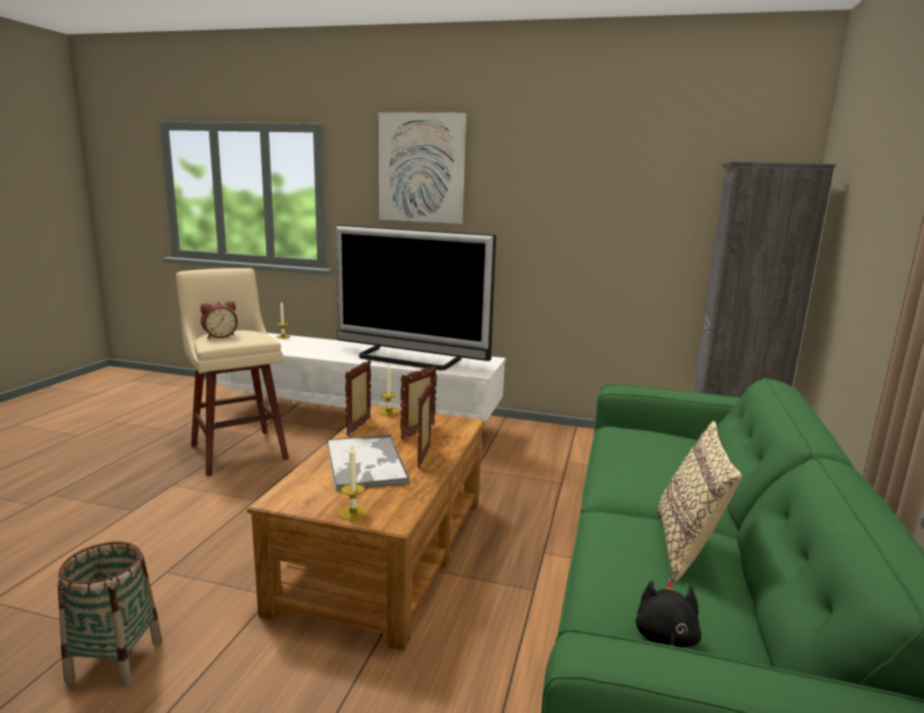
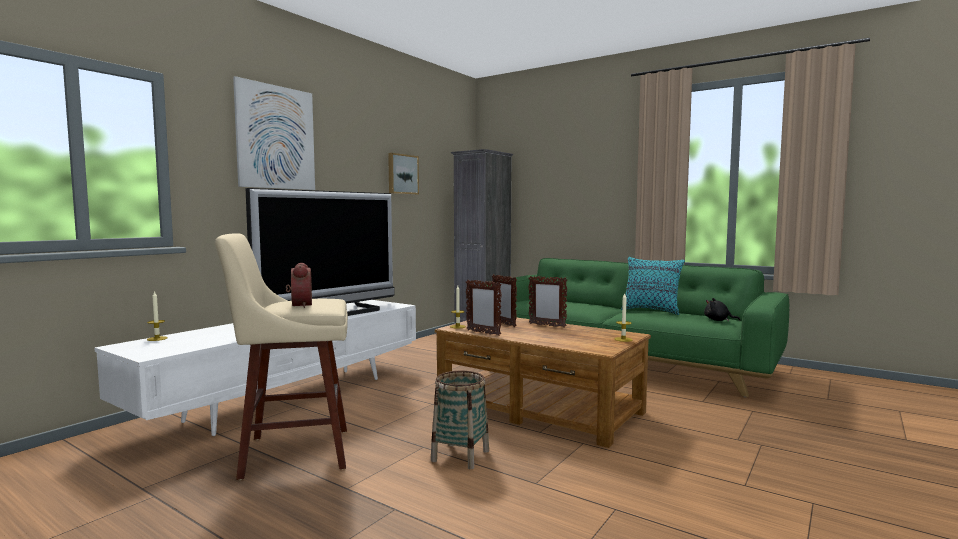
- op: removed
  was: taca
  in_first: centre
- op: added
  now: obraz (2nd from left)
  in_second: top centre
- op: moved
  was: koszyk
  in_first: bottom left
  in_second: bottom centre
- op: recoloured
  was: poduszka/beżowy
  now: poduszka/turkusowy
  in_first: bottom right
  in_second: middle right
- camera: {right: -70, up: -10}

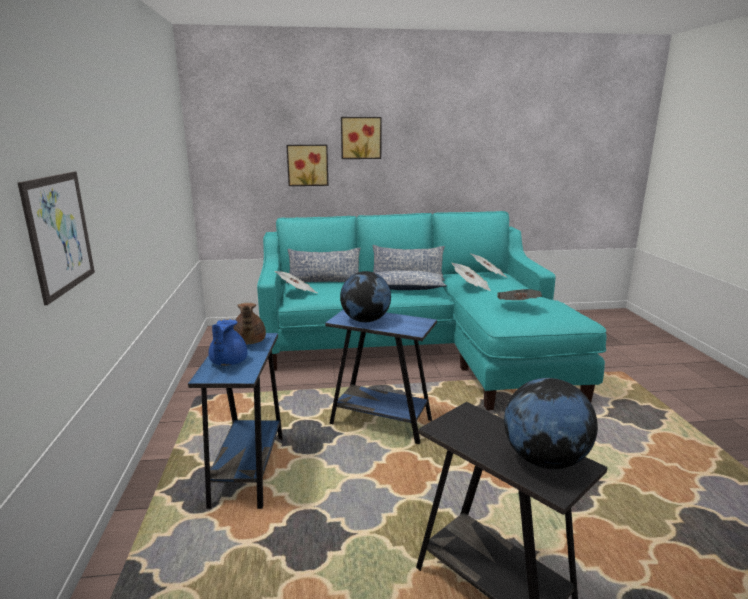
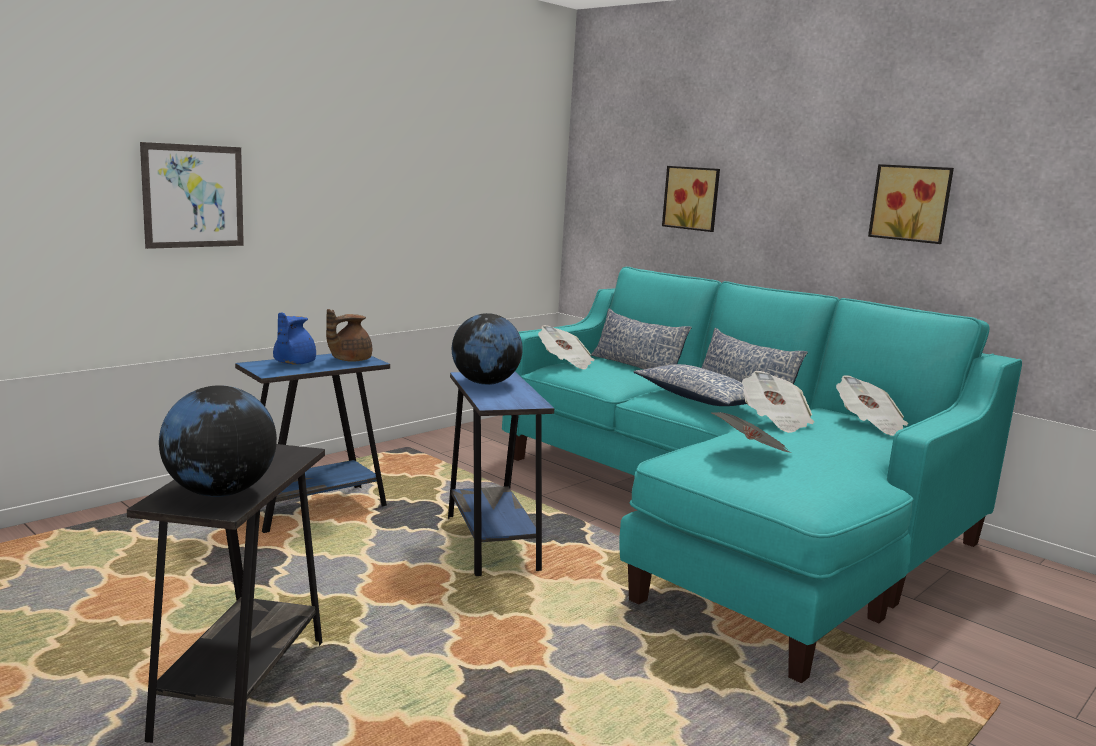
- op: moved
  was: obraz (3rd from left)
  in_first: top centre
  in_second: top right
- op: turned
  was: imbryk/niebieski
  in_first: middle left
  in_second: middle left
  clockwise: -45
- camera: {right: 50, up: -5}

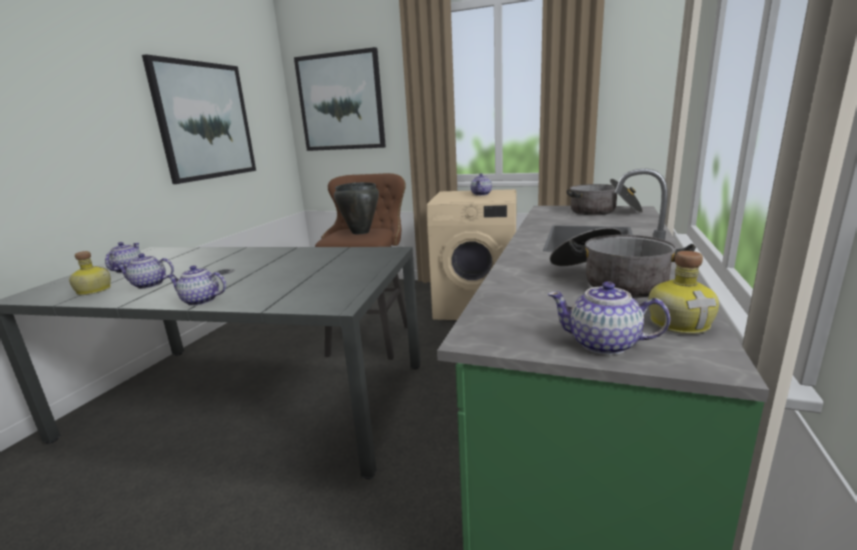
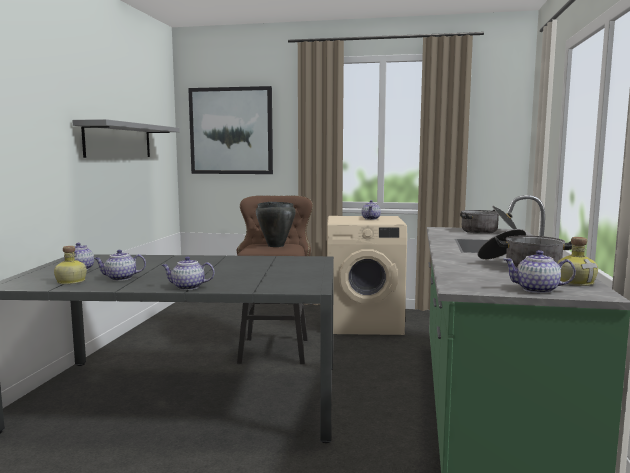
- op: replaced
  was: obraz (1st from left)
  now: półka/szary
  in_first: top left
  in_second: top left
- camera: {right: -10, up: -10}

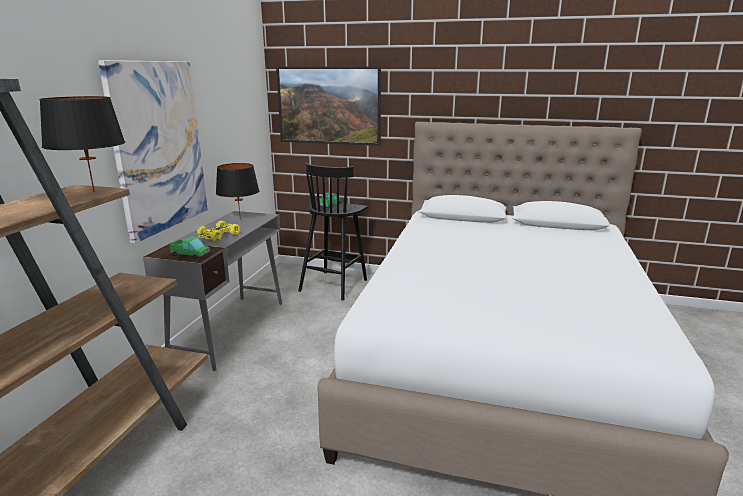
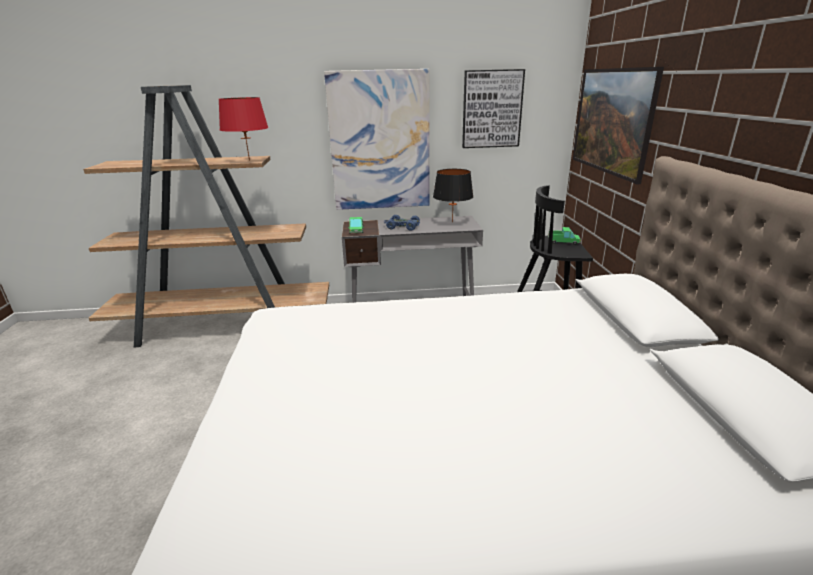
- op: added
  now: obraz (2nd from left)
  in_second: top centre
- op: recoloured
  was: lampa stołowa/czarny (1st from left)
  now: lampa stołowa/czerwony
  in_first: top left
  in_second: top left
- op: recoloured
  was: samochodzik/żółty
  now: samochodzik/niebieski
  in_first: middle left
  in_second: centre
- camera: {right: 70, up: 5}

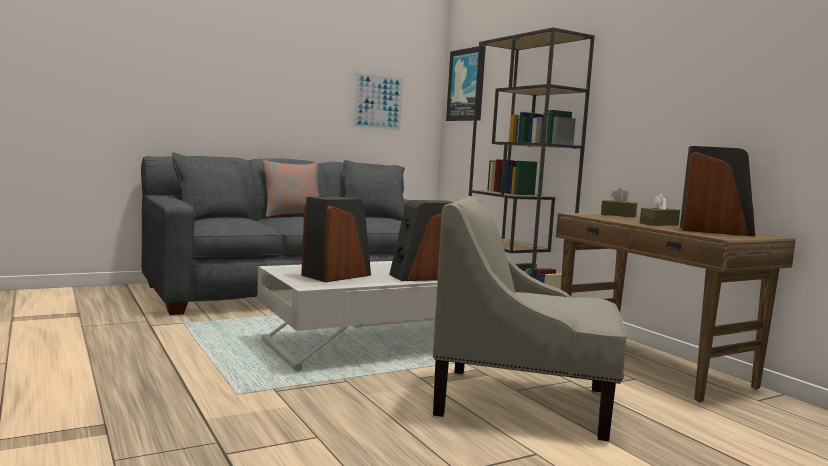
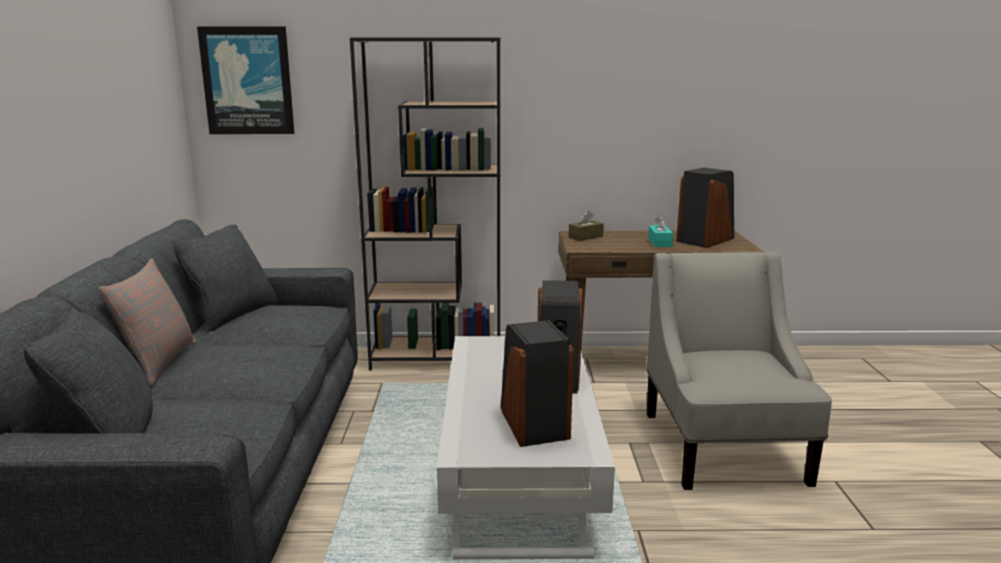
- op: removed
  was: obraz (1st from left)
  in_first: top centre
- op: recoloured
  was: pudełko chusteczek/brązowy (2nd from left)
  now: pudełko chusteczek/turkusowy
  in_first: middle right
  in_second: centre
- op: turned
  was: fotel/szary
  in_first: bottom centre
  in_second: middle right
  clockwise: 135
- camera: {right: -60, up: 10}

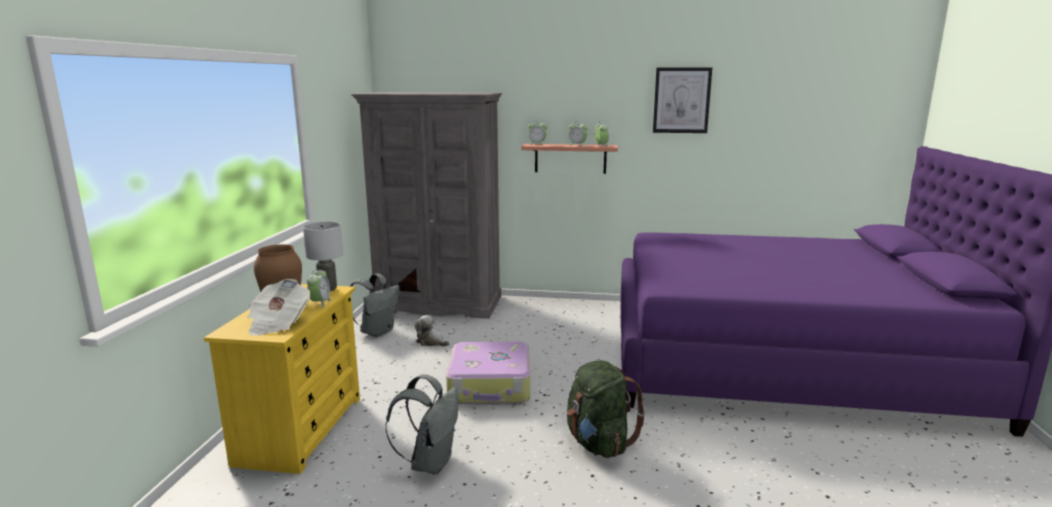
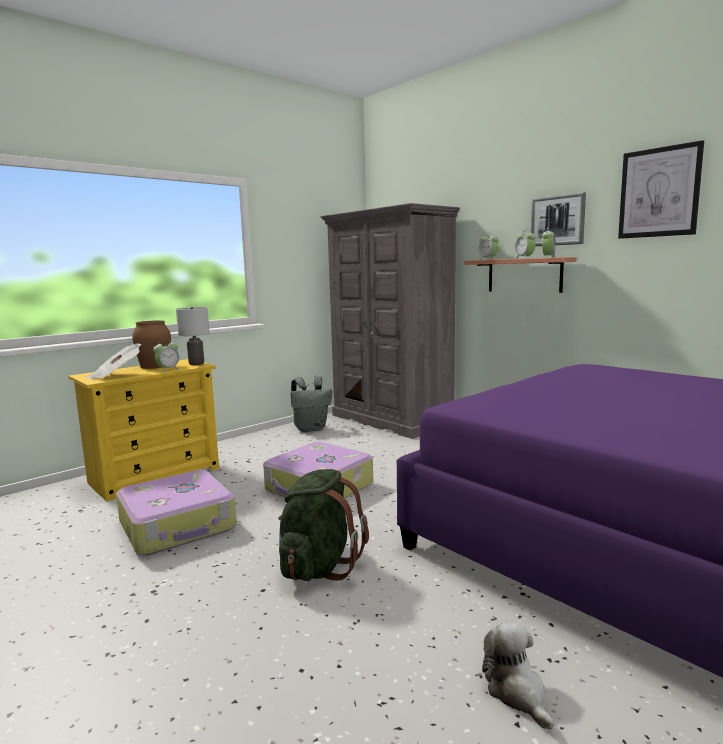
- op: added
  now: obraz (1st from left)
  in_second: top right
- op: moved
  was: pluszak
  in_first: centre
  in_second: bottom right
- op: replaced
  was: plecak/szary (2nd from left)
  now: walizka (1st from left)
  in_first: bottom centre
  in_second: bottom left
- camera: {right: 40, up: -5}

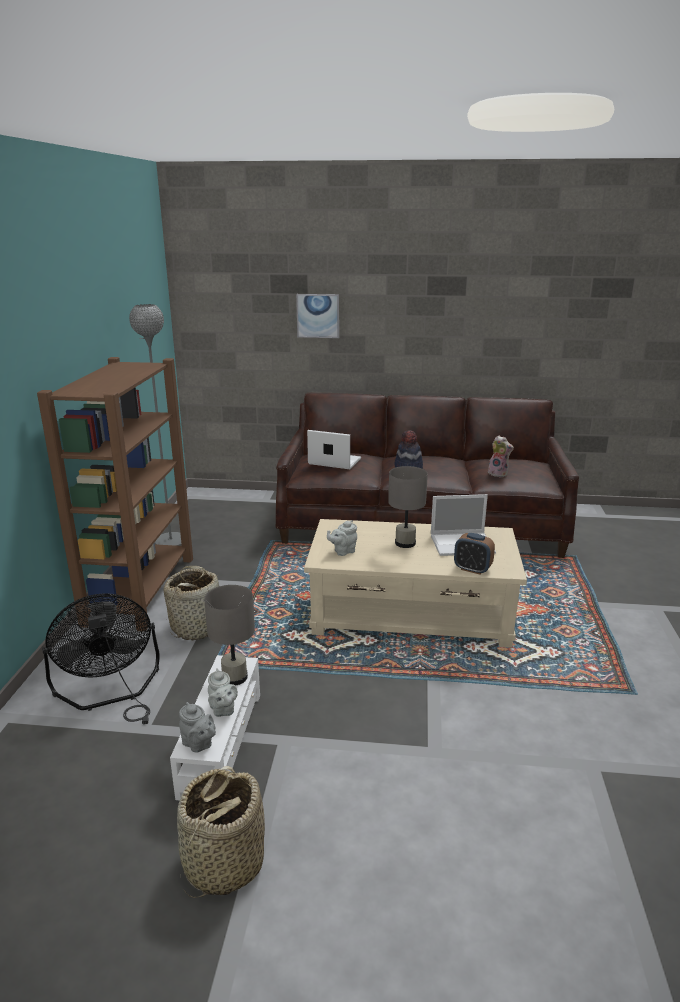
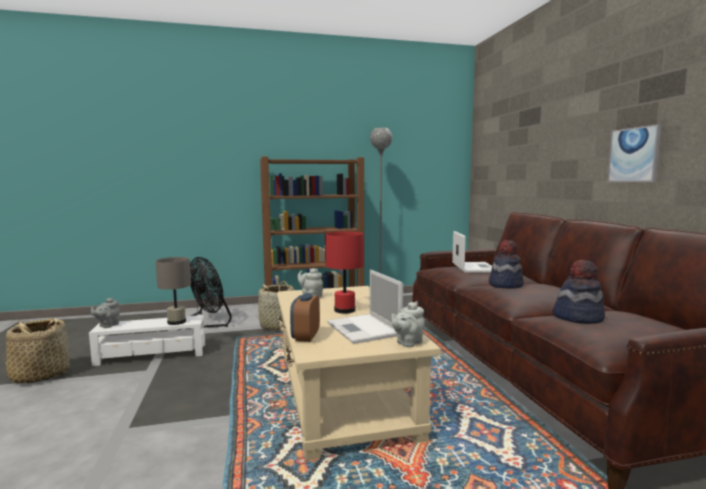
- op: moved
  was: imbryk/szary (2nd from left in the first image)
  now: imbryk/szary (3rd from left)
  in_first: bottom left
  in_second: centre
- op: moved
  was: obraz
  in_first: top centre
  in_second: top right
- op: replaced
  was: pluszak
  now: kapelusz (2nd from left)
  in_first: middle right
  in_second: middle right
- op: recoloured
  was: lampa stołowa/szary (2nd from left)
  now: lampa stołowa/czerwony
  in_first: centre
  in_second: centre
- camera: {right: 70, up: -15}

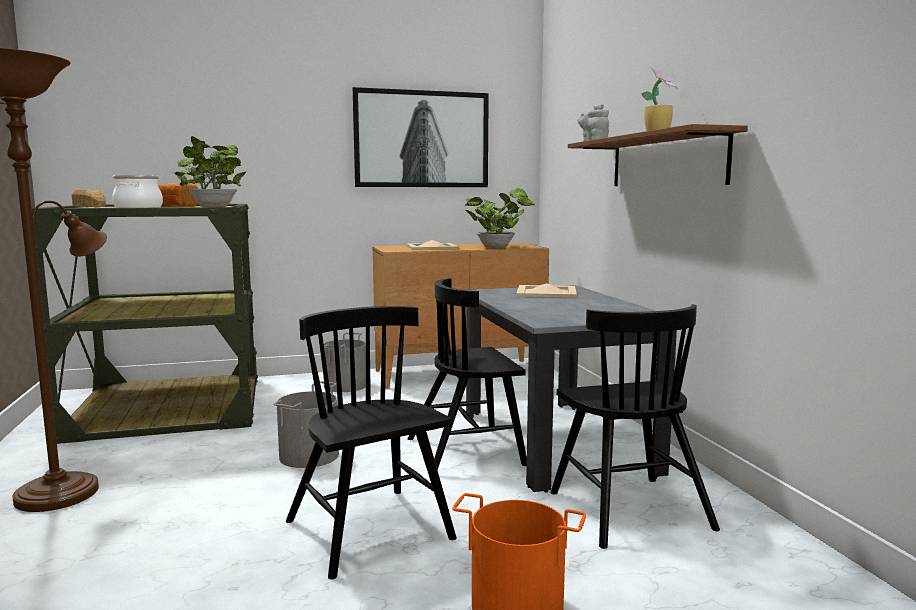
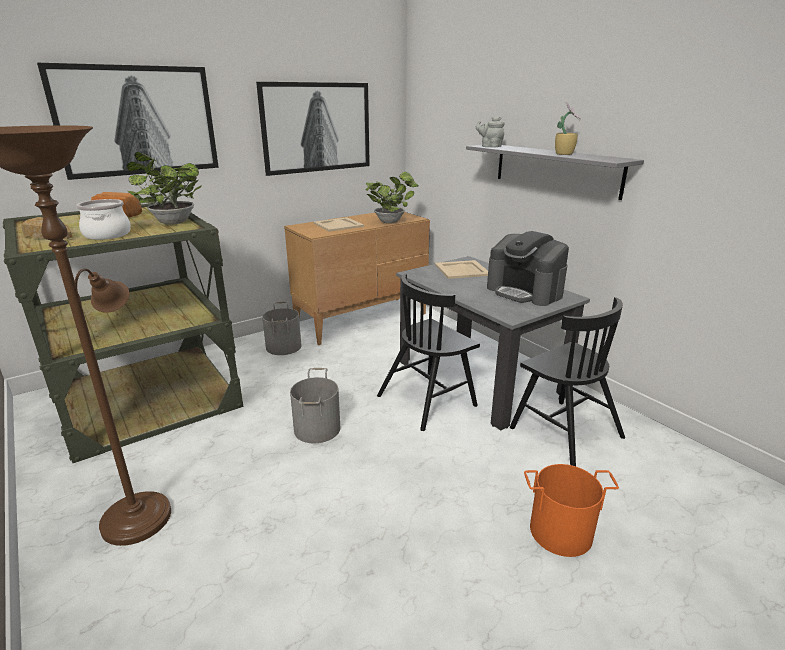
- op: removed
  was: krzesło/czarny (1st from left)
  in_first: bottom centre
- op: added
  now: obraz (1st from left)
  in_second: top left
- op: added
  now: ekspres do kawy
  in_second: middle right
- op: recoloured
  was: półka/brązowy
  now: półka/szary
  in_first: top right
  in_second: top right
- camera: {right: -20, up: 15}

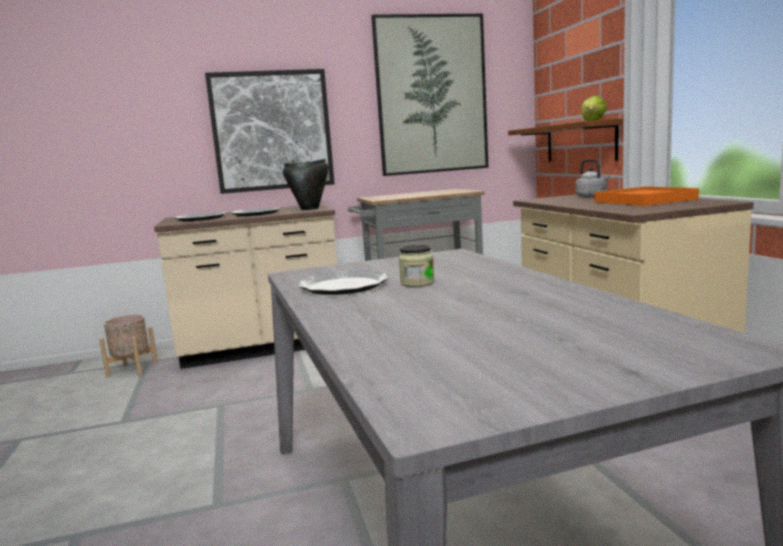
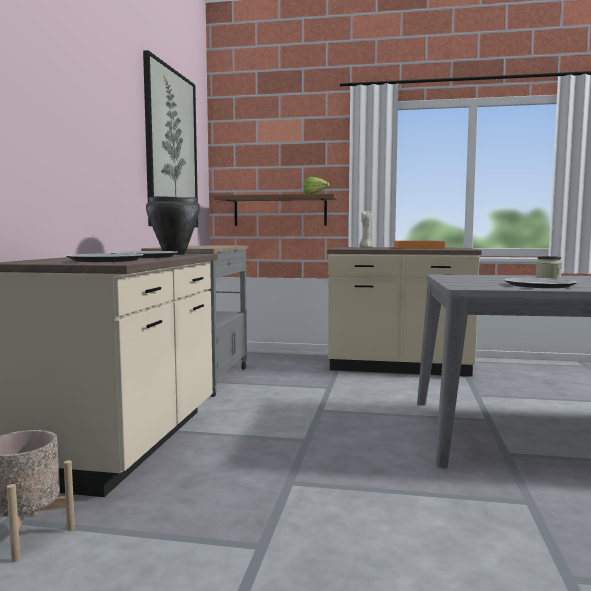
- op: removed
  was: obraz (1st from left)
  in_first: top centre
- op: replaced
  was: czajnik/szary
  now: świeca/beżowy
  in_first: top right
  in_second: centre
- camera: {right: -65, up: -5}

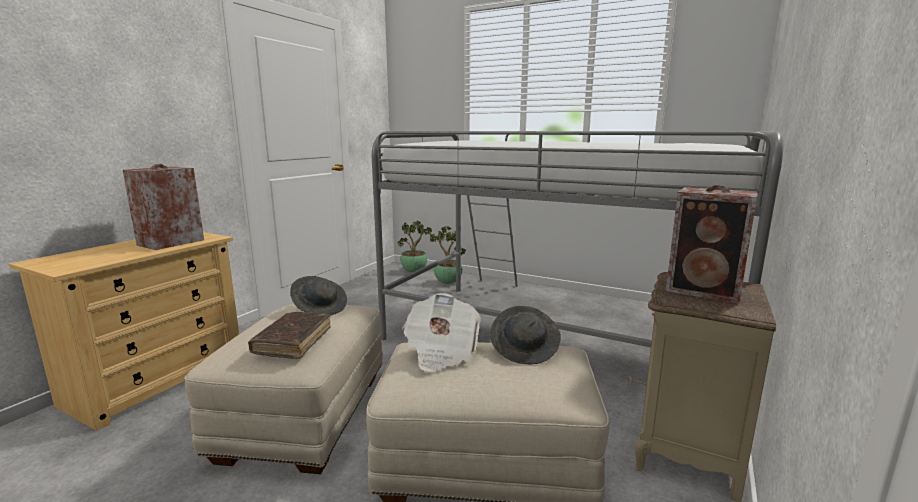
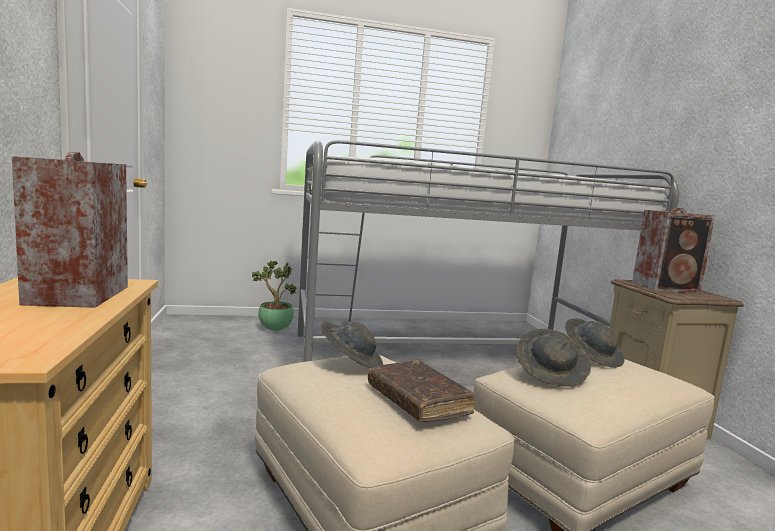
- op: removed
  was: roślina doniczkowa (1st from left)
  in_first: centre
- op: replaced
  was: gazeta
  now: kapelusz/szary (2nd from left)
  in_first: centre
  in_second: bottom right
- camera: {right: -40, up: -5}

